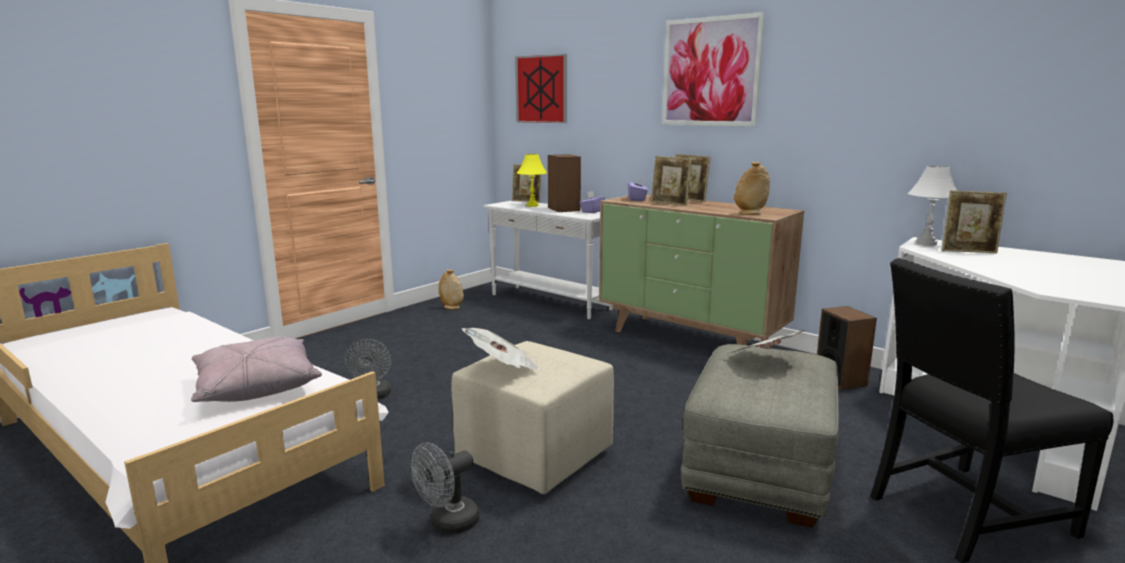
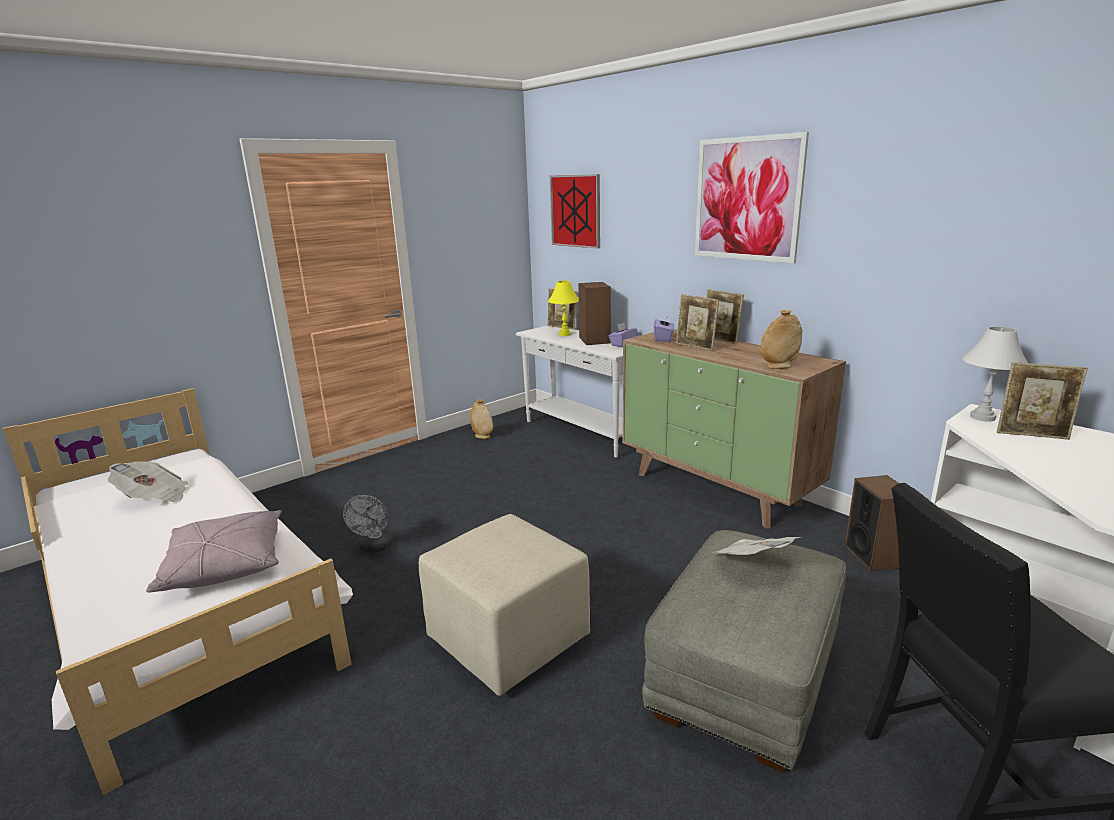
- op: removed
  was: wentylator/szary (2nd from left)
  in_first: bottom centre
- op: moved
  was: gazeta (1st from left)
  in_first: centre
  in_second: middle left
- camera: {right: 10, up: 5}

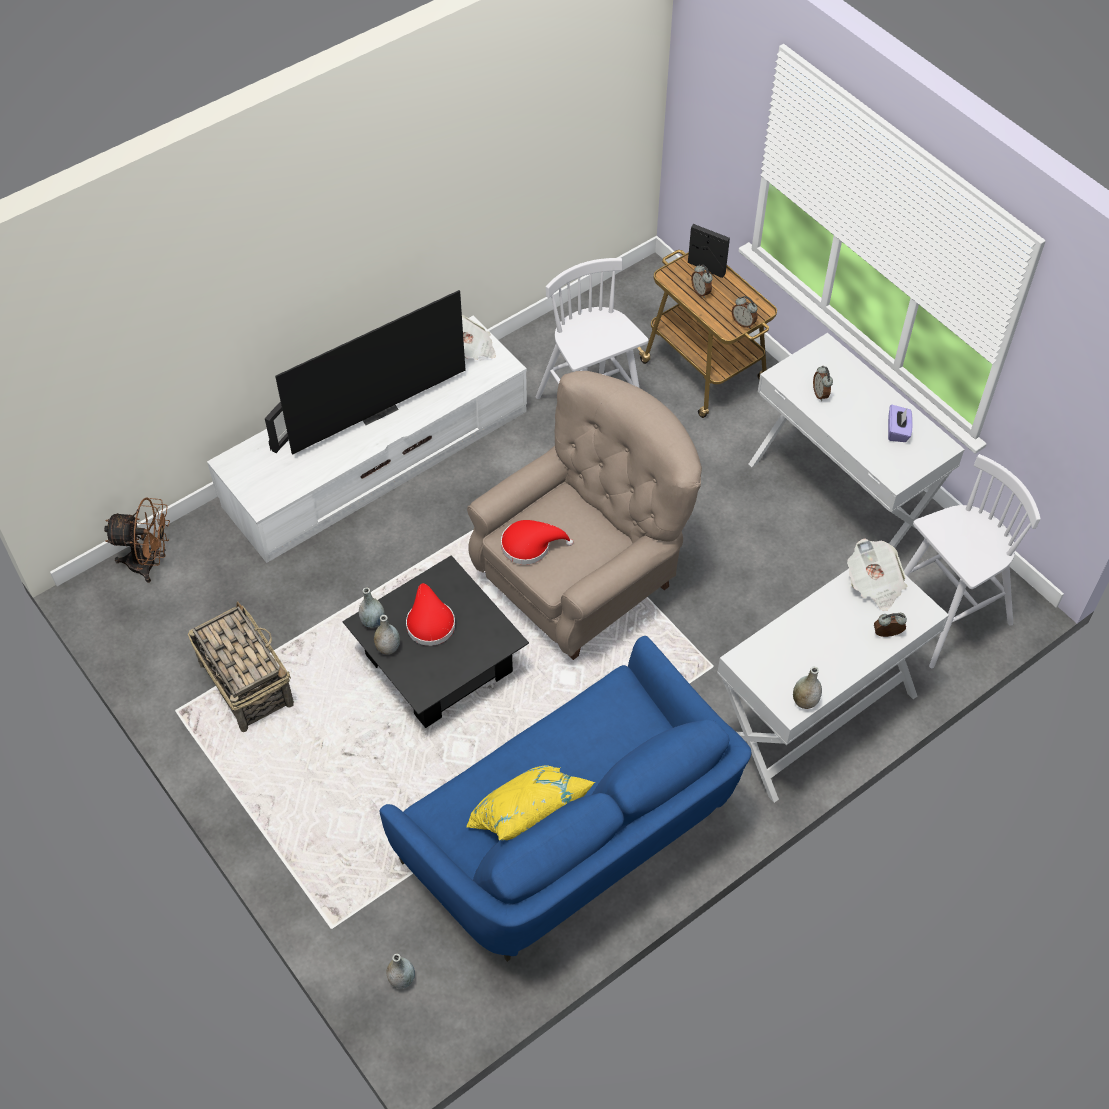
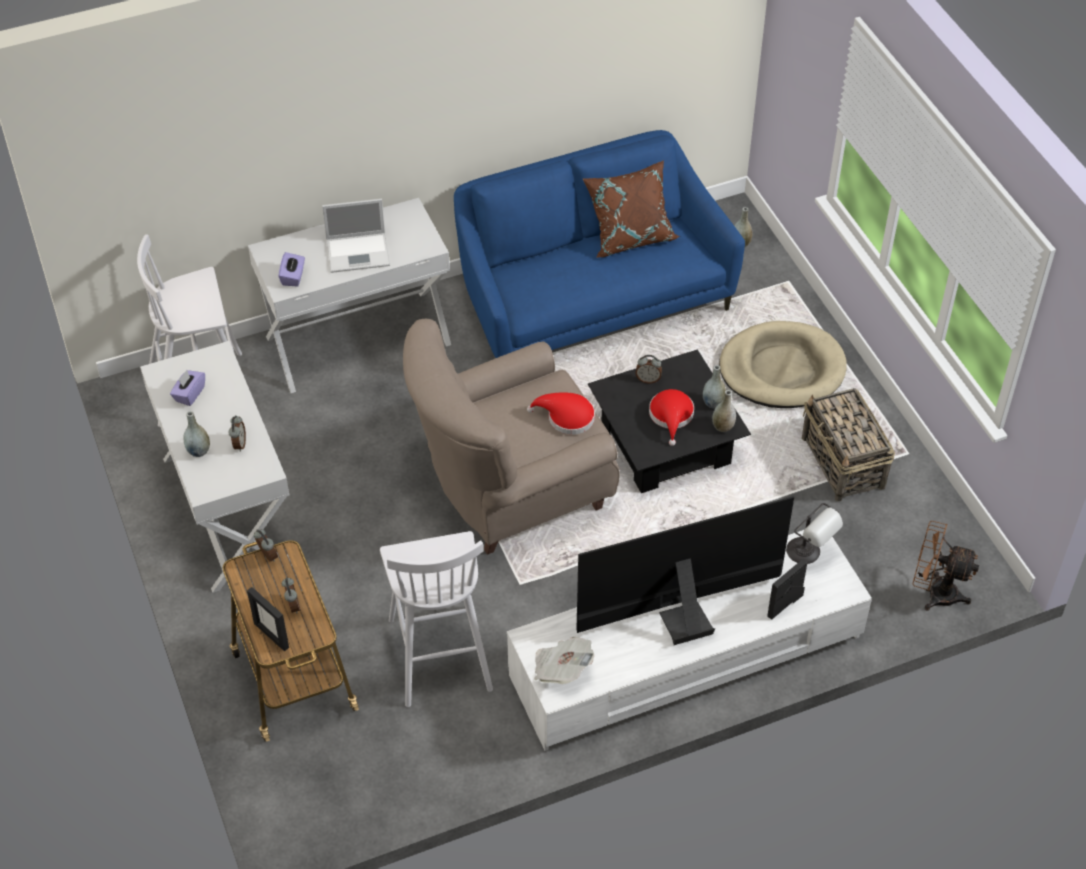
- op: added
  now: laptop
  in_second: top left
- op: added
  now: legowisko/beżowy
  in_second: middle right
- op: added
  now: lampa stołowa
  in_second: middle right
- op: moved
  was: wazon/szary (4th from left in the first image)
  now: wazon/szary (1st from left)
  in_first: middle right
  in_second: middle left
- op: moved
  was: budzik (4th from left)
  in_first: middle right
  in_second: centre
- op: replaced
  was: gazeta (2nd from left)
  now: pudełko chusteczek/fioletowy (2nd from left)
  in_first: middle right
  in_second: top left
- op: recoloured
  was: poduszka/żółty
  now: poduszka/brązowy
  in_first: bottom centre
  in_second: top centre
- camera: {right: -165, up: -5}

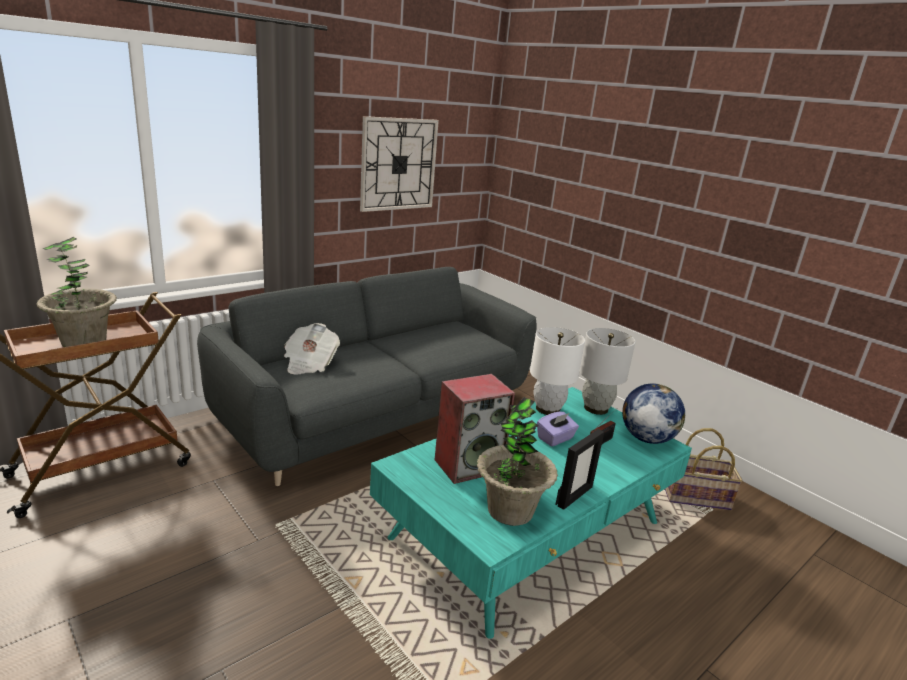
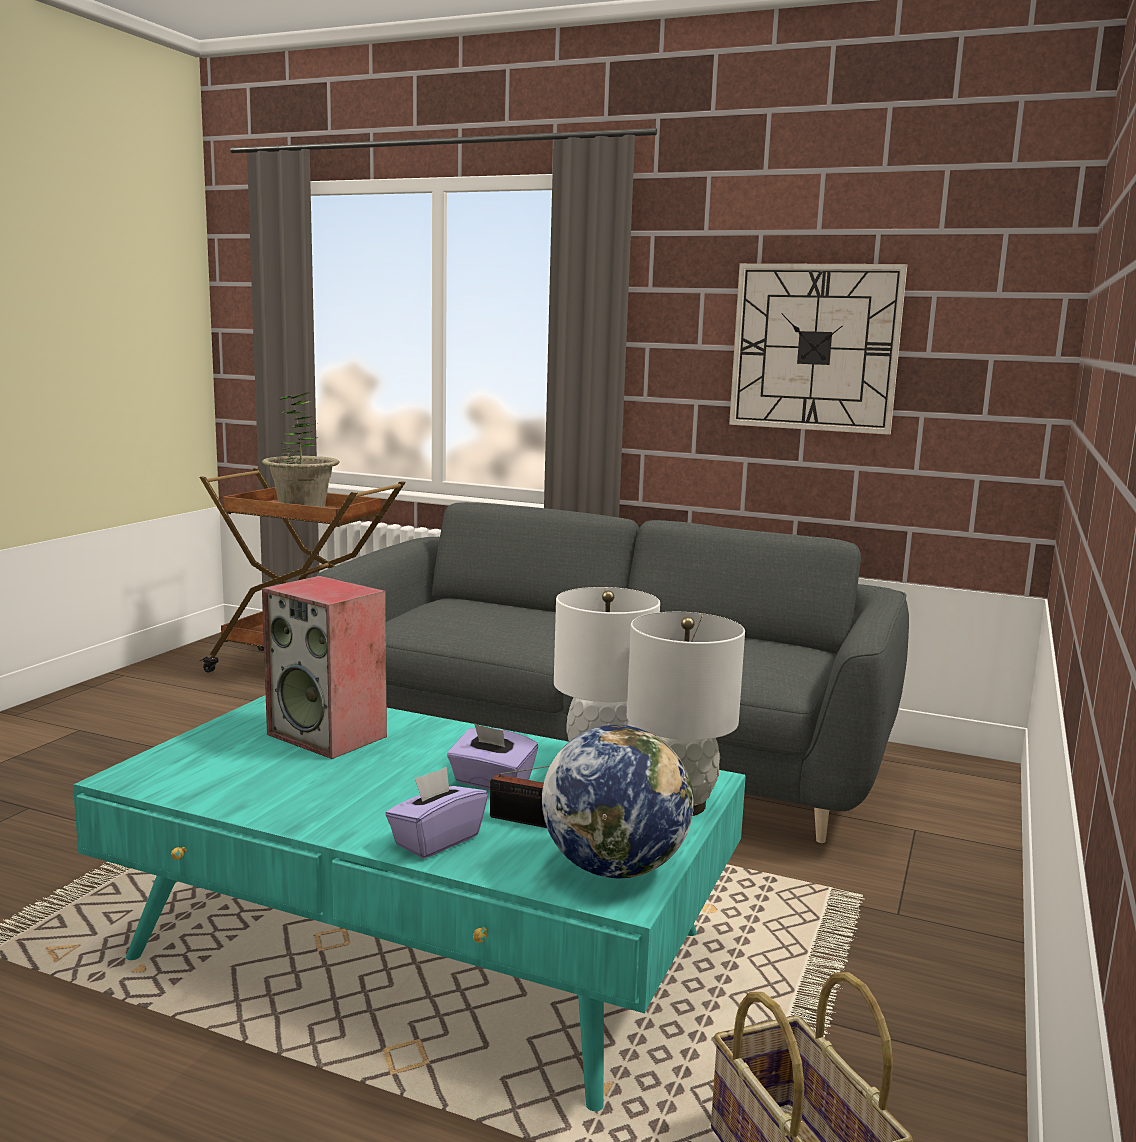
- op: removed
  was: gazeta
  in_first: centre
- op: removed
  was: roślina doniczkowa (2nd from left)
  in_first: bottom centre
- op: removed
  was: ramka na zdjęcie
  in_first: bottom centre
- op: added
  now: pudełko chusteczek/fioletowy (1st from left)
  in_second: bottom centre
- camera: {right: 65, up: -10}

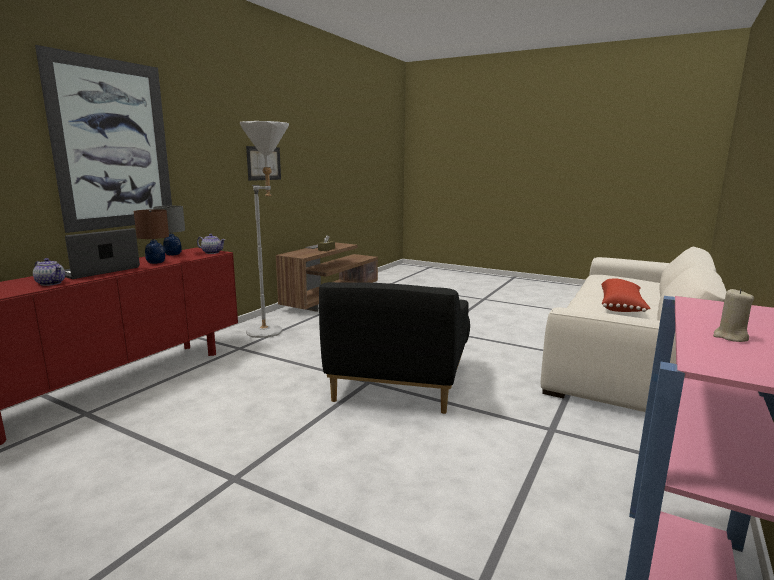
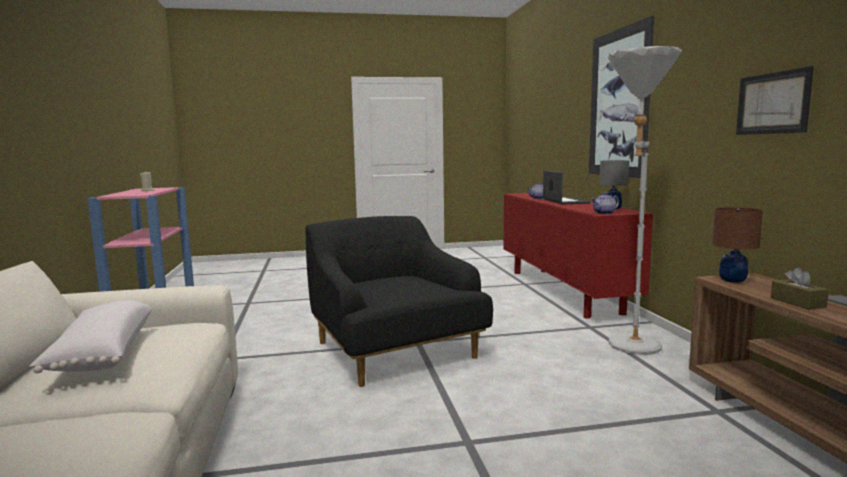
- op: moved
  was: lampa stołowa/brązowy
  in_first: middle left
  in_second: middle right
- op: recoloured
  was: poduszka/czerwony
  now: poduszka/biały
  in_first: middle right
  in_second: bottom left
- camera: {right: 140, up: -5}

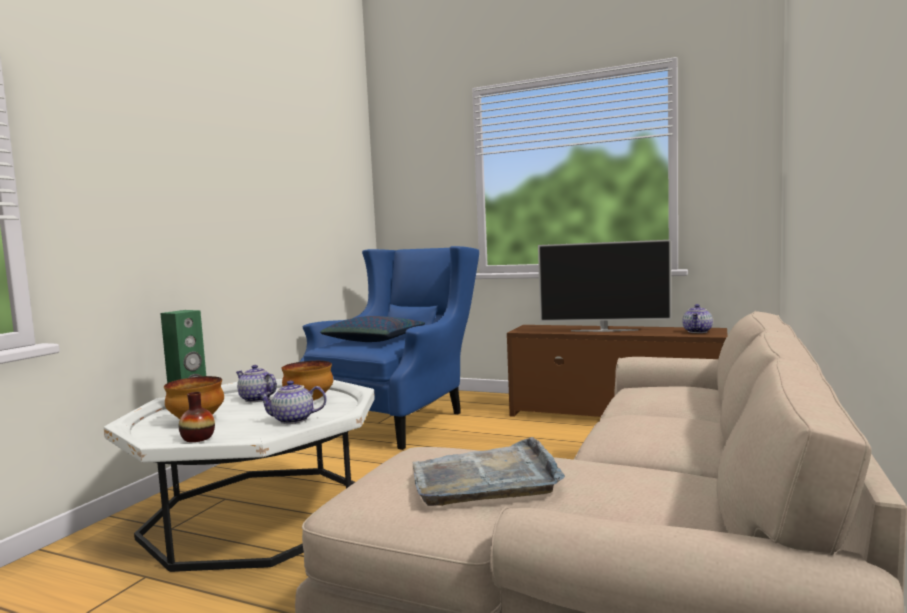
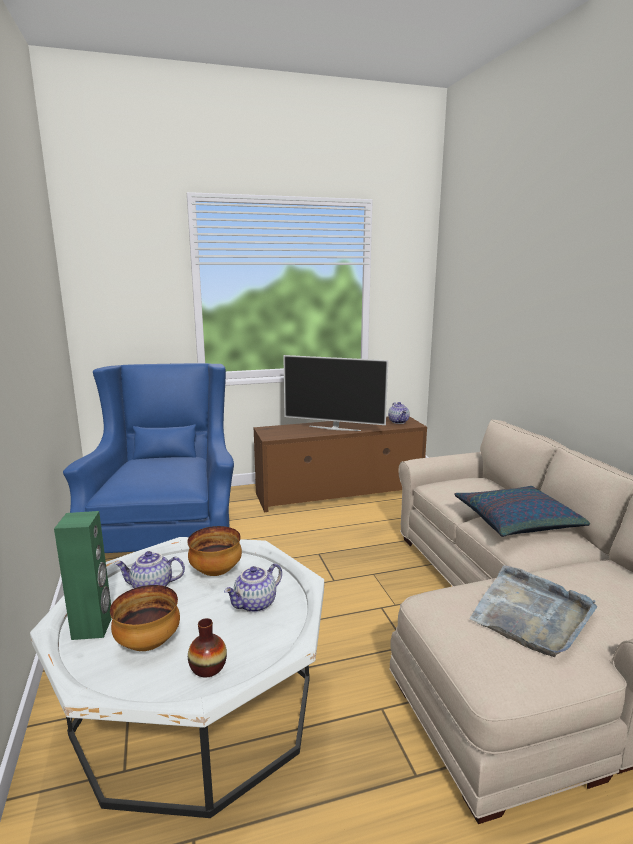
- op: moved
  was: poduszka/niebieski
  in_first: centre
  in_second: middle right
- op: turned
  was: telewizor
  in_first: centre
  in_second: centre
  clockwise: 45
- camera: {right: -40, up: 10}

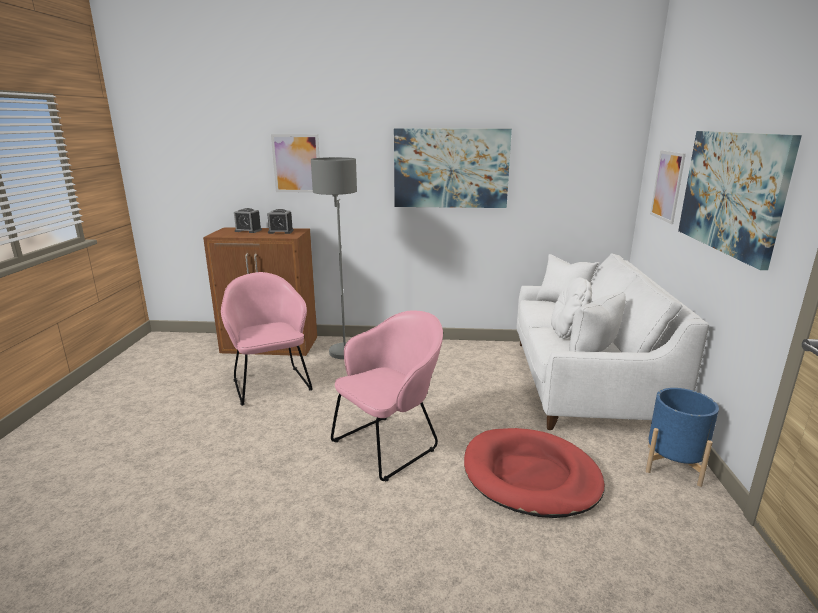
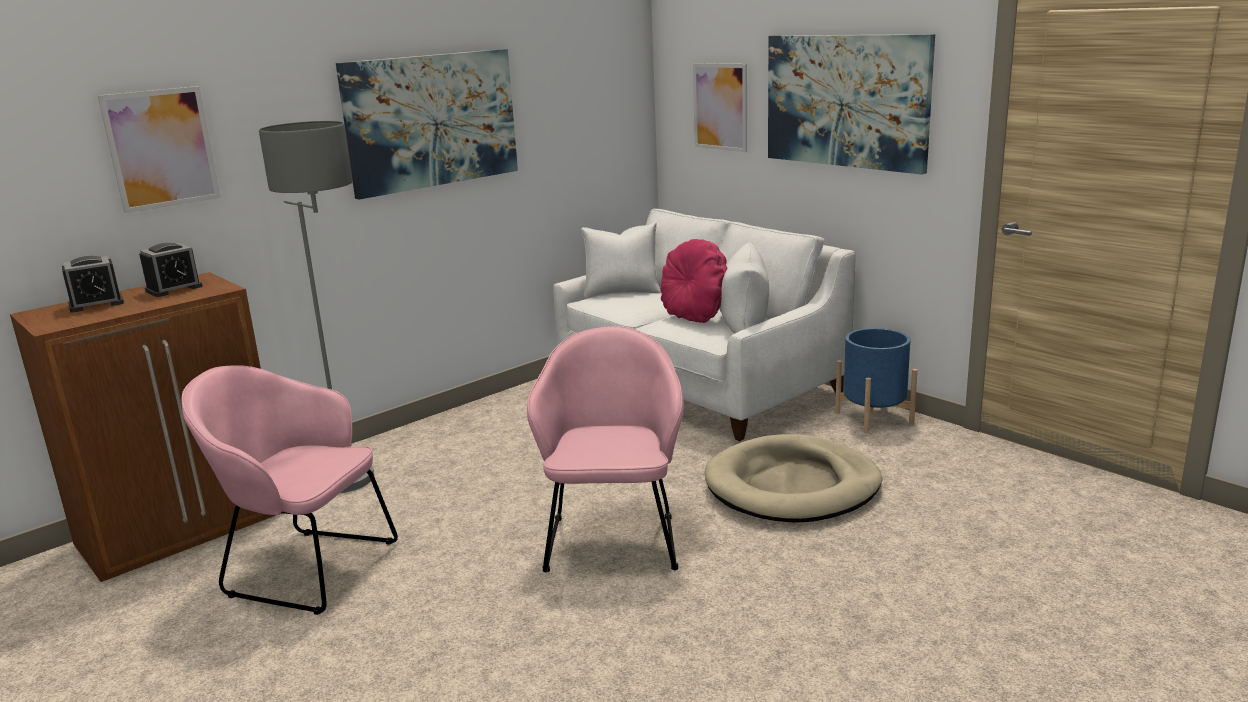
- op: recoloured
  was: legowisko/czerwony
  now: legowisko/beżowy
  in_first: bottom centre
  in_second: bottom centre
- op: recoloured
  was: poduszka/biały
  now: poduszka/różowy
  in_first: middle right
  in_second: centre
- camera: {right: -45, up: 0}

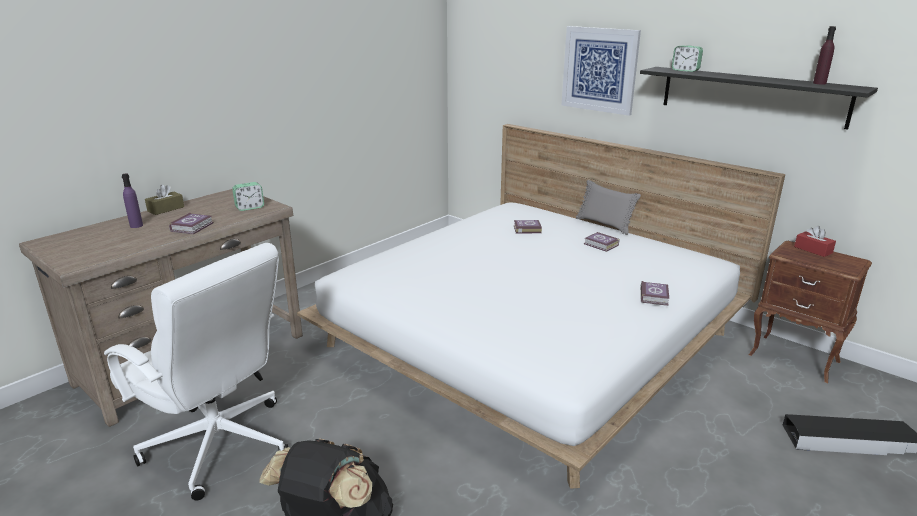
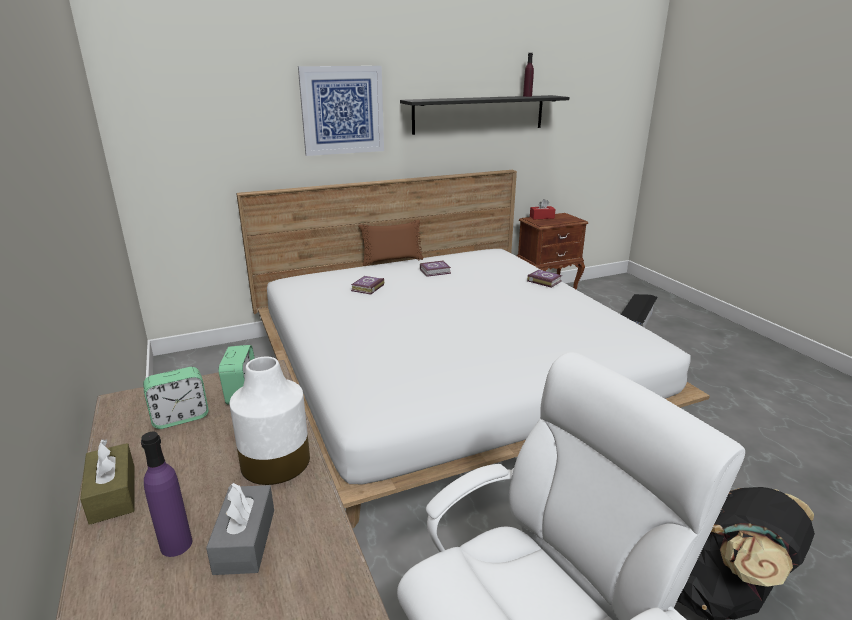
- op: added
  now: pudełko chusteczek/szary
  in_second: bottom left
- op: moved
  was: budzik (2nd from left in the first image)
  now: budzik (1st from left)
  in_first: top right
  in_second: middle left
- op: replaced
  was: książka (1st from left)
  now: wazon/biały
  in_first: middle left
  in_second: bottom left
- op: recoloured
  was: poduszka/szary
  now: poduszka/brązowy
  in_first: centre
  in_second: centre
- camera: {right: -65, up: 0}

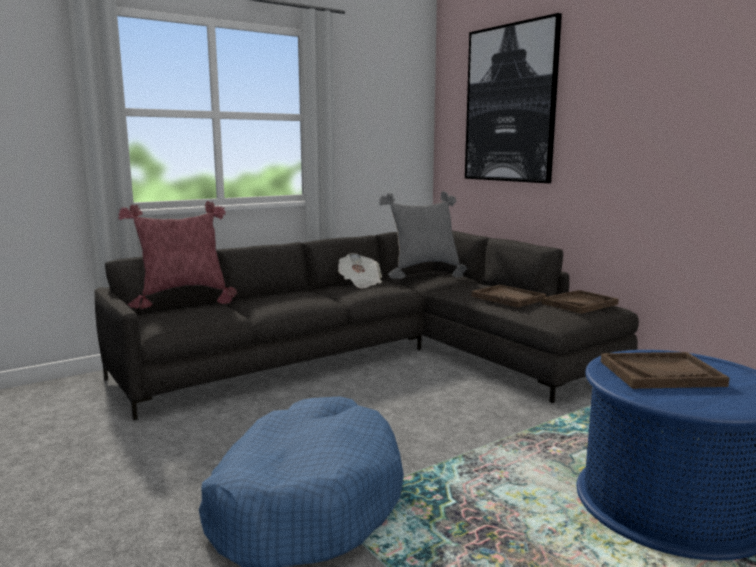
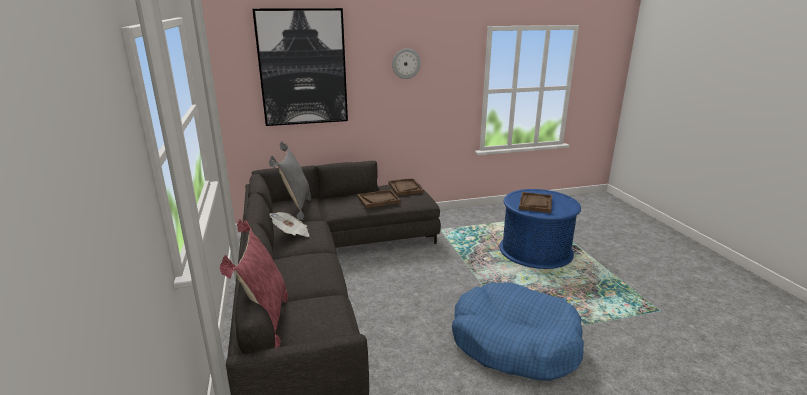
- op: added
  now: zegar ścienny
  in_second: top centre
- camera: {right: -70, up: 10}

